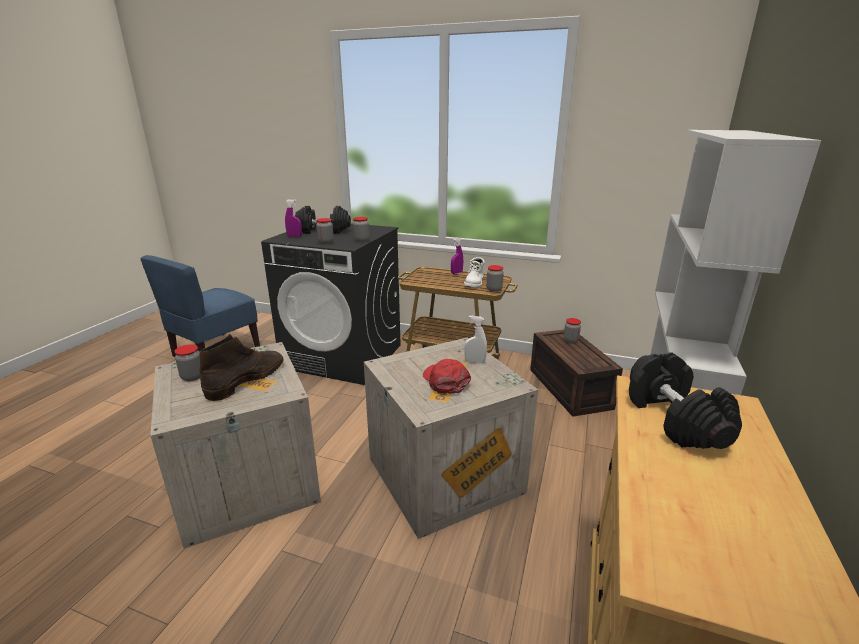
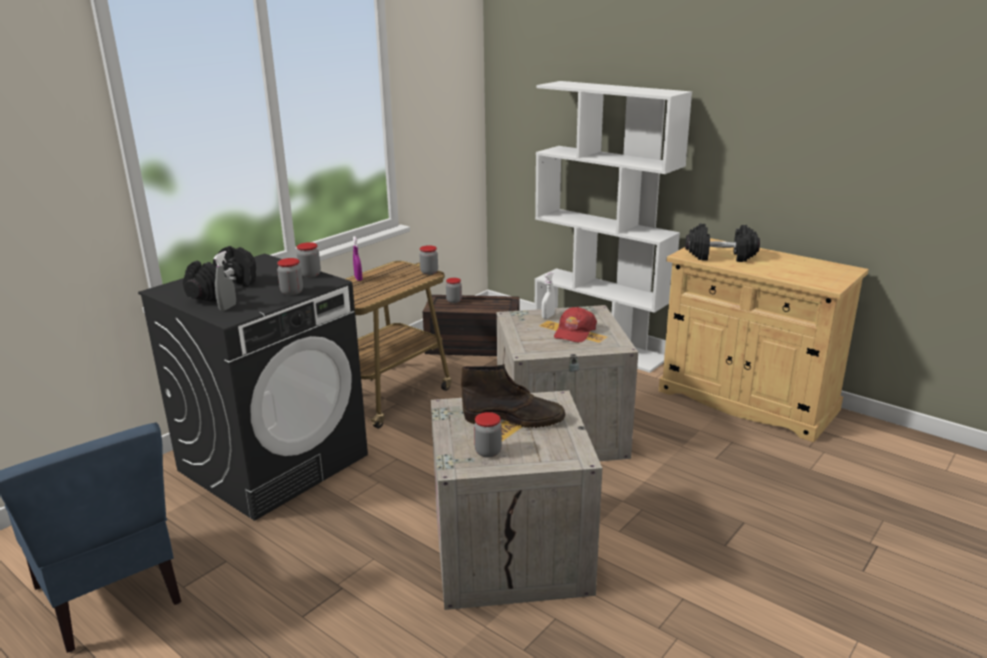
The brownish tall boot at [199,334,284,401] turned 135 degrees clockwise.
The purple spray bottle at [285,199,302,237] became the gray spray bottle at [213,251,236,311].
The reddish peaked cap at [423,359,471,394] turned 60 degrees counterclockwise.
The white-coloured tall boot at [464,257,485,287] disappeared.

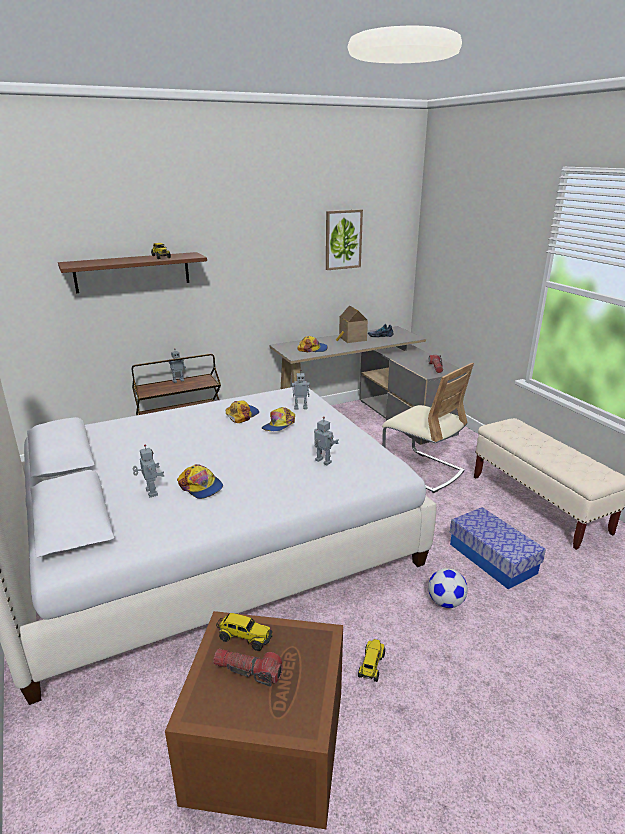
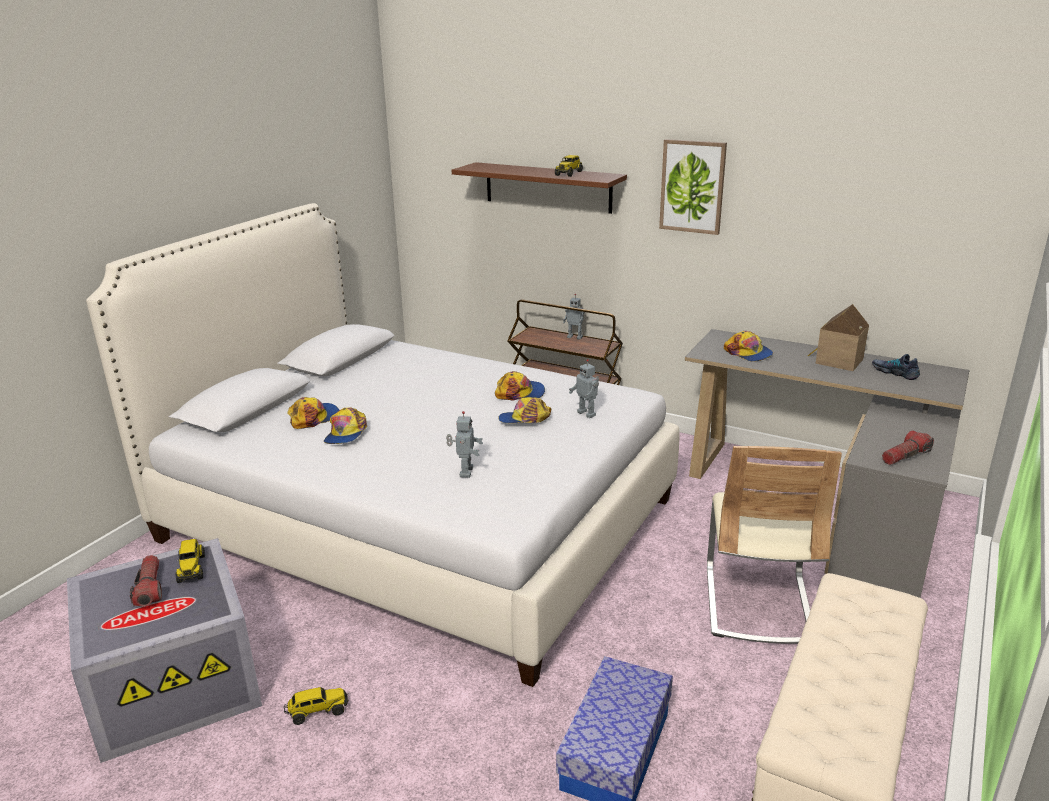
The robot figure at [133,444,164,497] was replaced by the peaked cap at [287,397,339,429].
The brownish storage box at [165,611,343,829] became the gray storage box at [67,538,262,763].
The wall picture moved from [326,209,363,270] to [659,139,727,235].
The football at [428,568,468,608] disappeared.

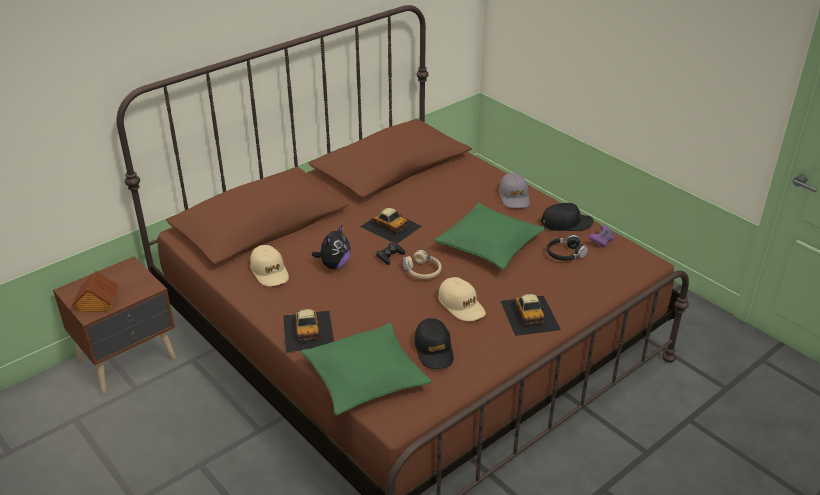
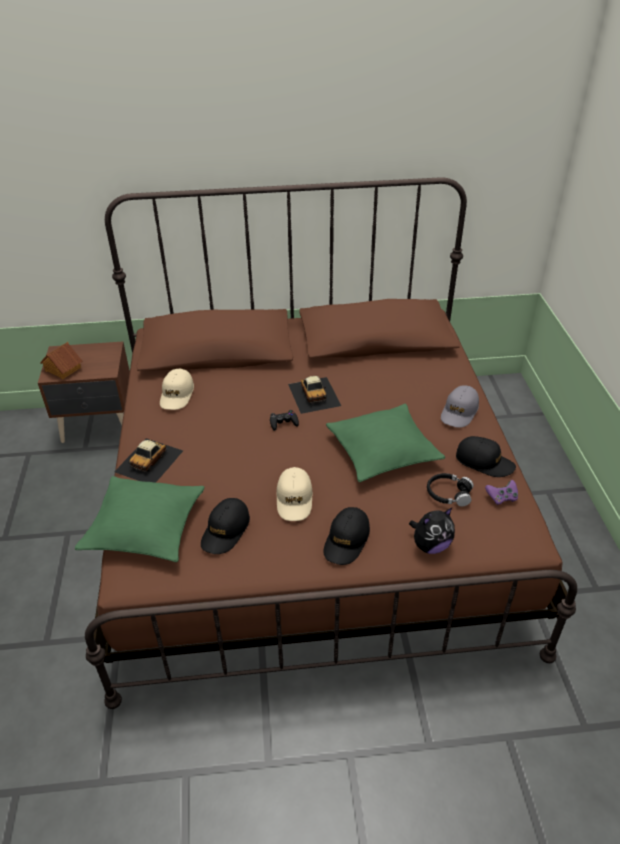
The cuddly toy moved from [312,225,351,269] to [409,508,455,554].
The beige pair of headphones at [403,250,442,279] disappeared.
The toy car at [500,294,561,336] was replaced by the black-coloured peaked cap at [324,507,370,565].

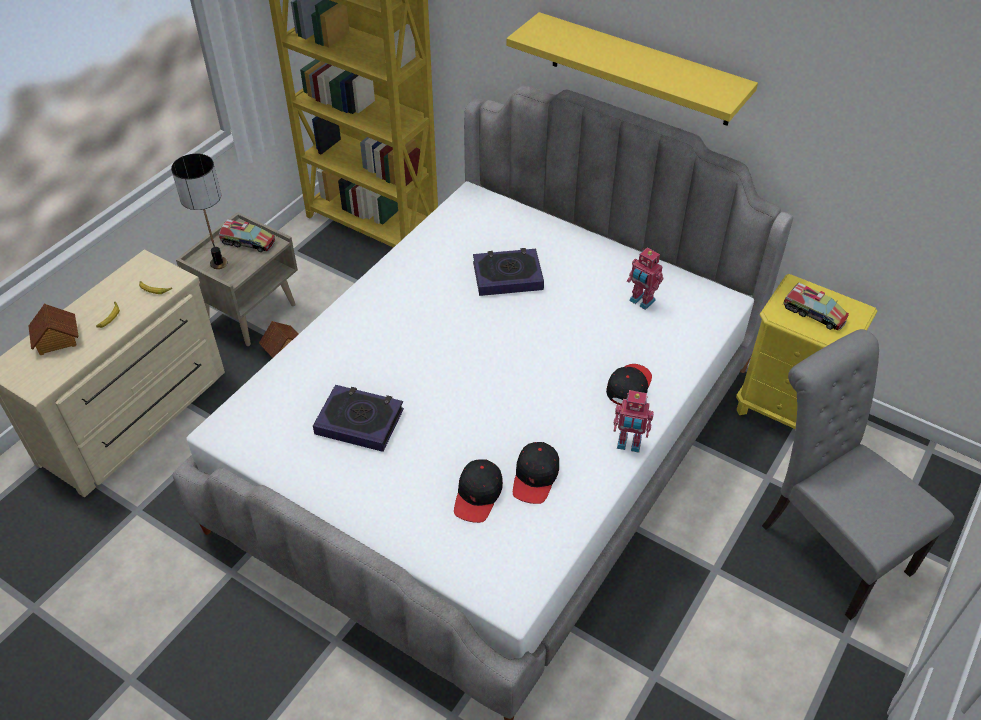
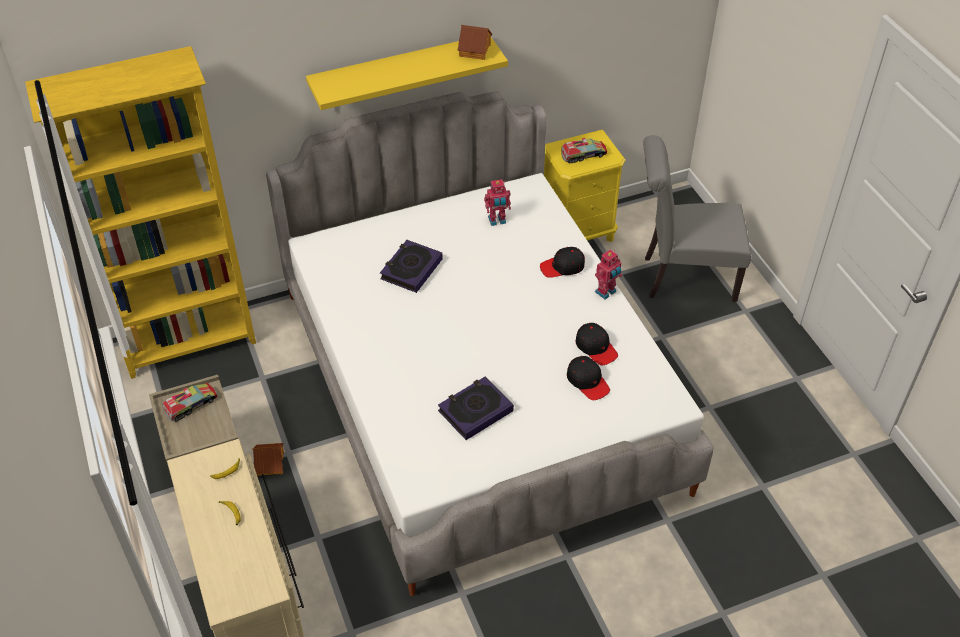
The miniature house moved from [28,303,79,355] to [458,25,492,60].
The lamp for a table at [171,154,228,269] disappeared.
The black-coloured peaked cap at [606,364,652,405] turned 75 degrees counterclockwise.

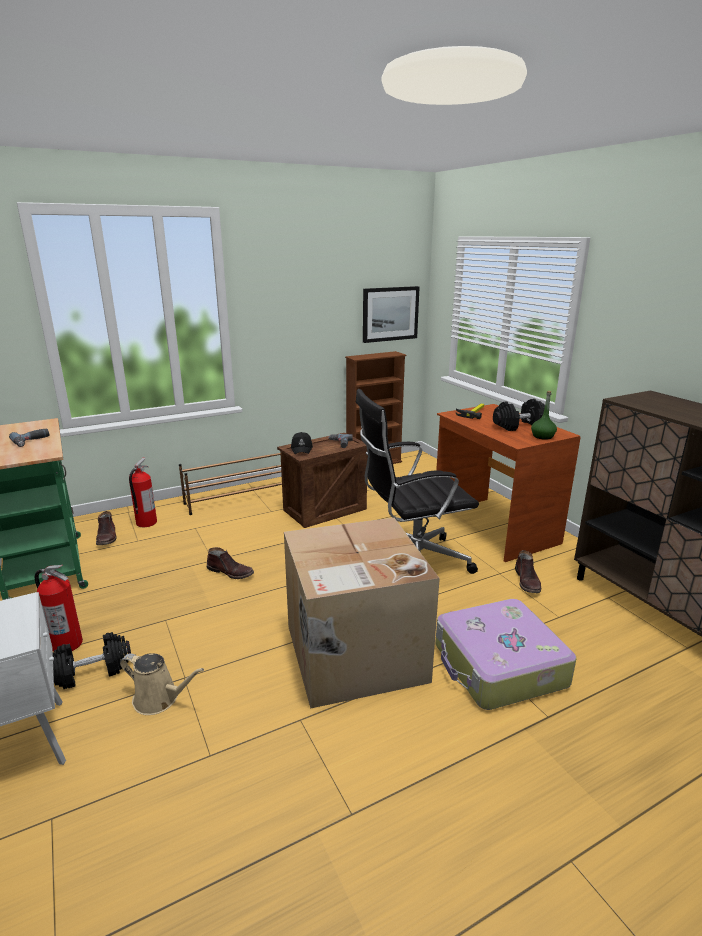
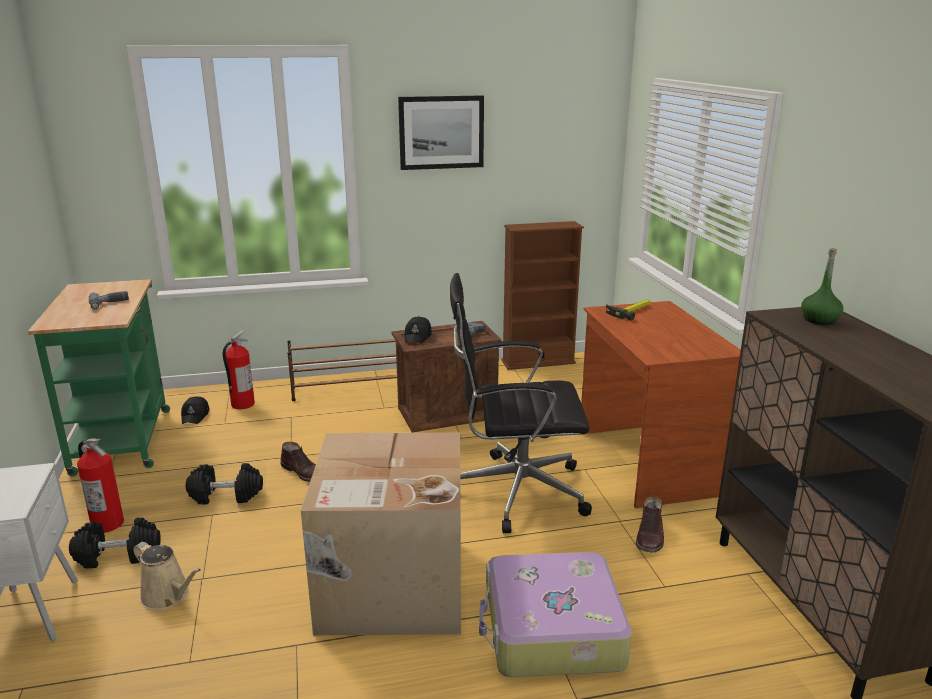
The brownish tall boot at [96,511,117,545] was replaced by the black-coloured peaked cap at [181,397,210,424].
The wall picture moved from [363,286,420,343] to [398,95,484,170].
The black-coloured free weight moved from [493,399,545,431] to [186,463,263,504].
The green drink bottle moved from [531,391,557,440] to [801,248,844,325].

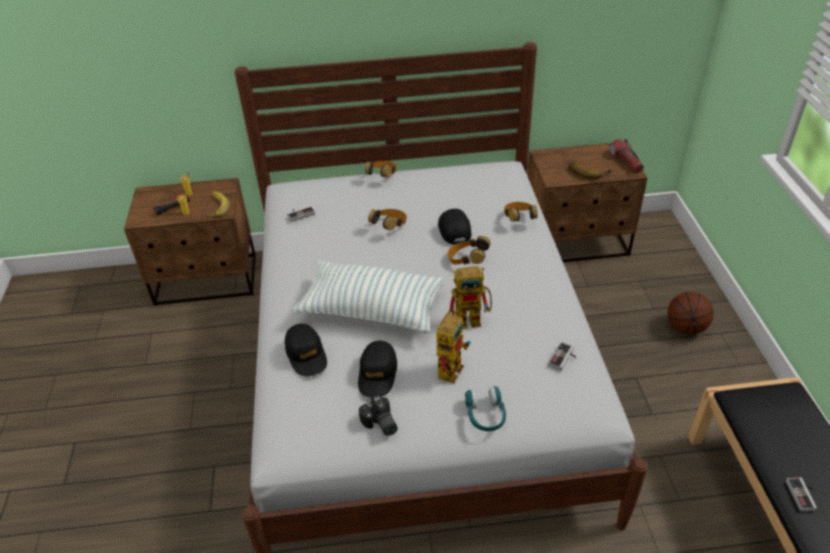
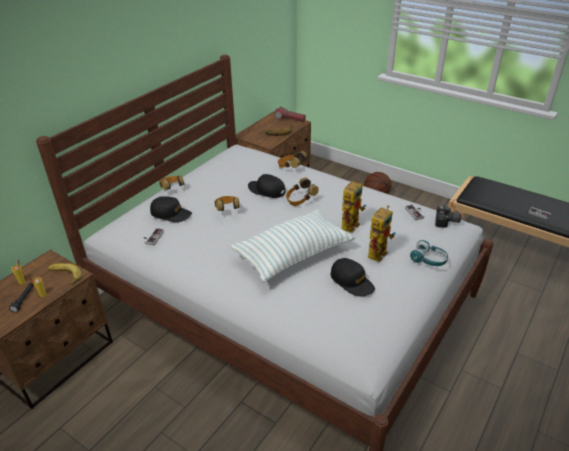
The black-coloured peaked cap moved from [285,324,327,376] to [150,196,192,222].
The photo camera moved from [359,395,398,436] to [435,206,462,228].
The robot figure at [436,309,471,384] turned 60 degrees clockwise.

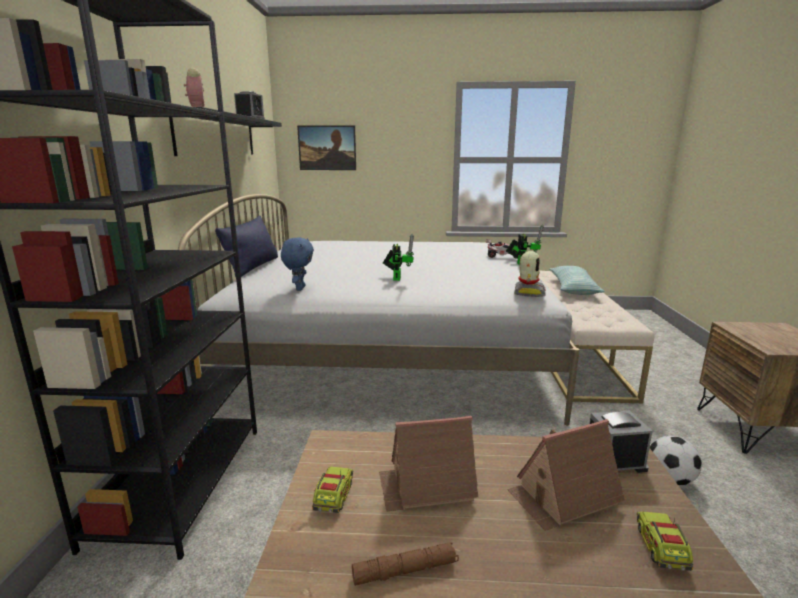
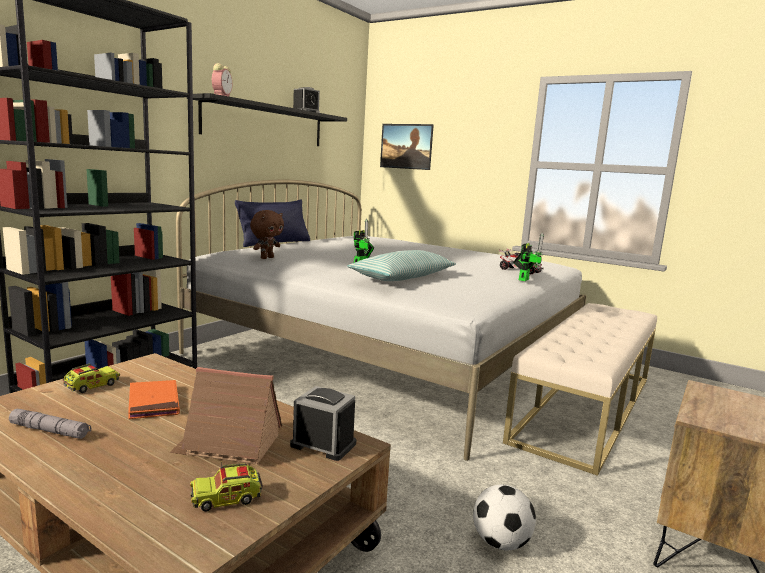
The blue cuddly toy at [281,237,314,291] became the brownish cuddly toy at [250,210,284,259].
The brownish hand torch at [352,542,459,586] became the gray hand torch at [9,409,92,439].
The miniature house at [379,416,478,511] was replaced by the orange-coloured book at [128,380,180,419].
The robot figure at [514,251,546,297] disappeared.
The throw pillow moved from [549,266,605,295] to [347,250,456,281].
The model truck at [637,512,693,571] turned 150 degrees counterclockwise.

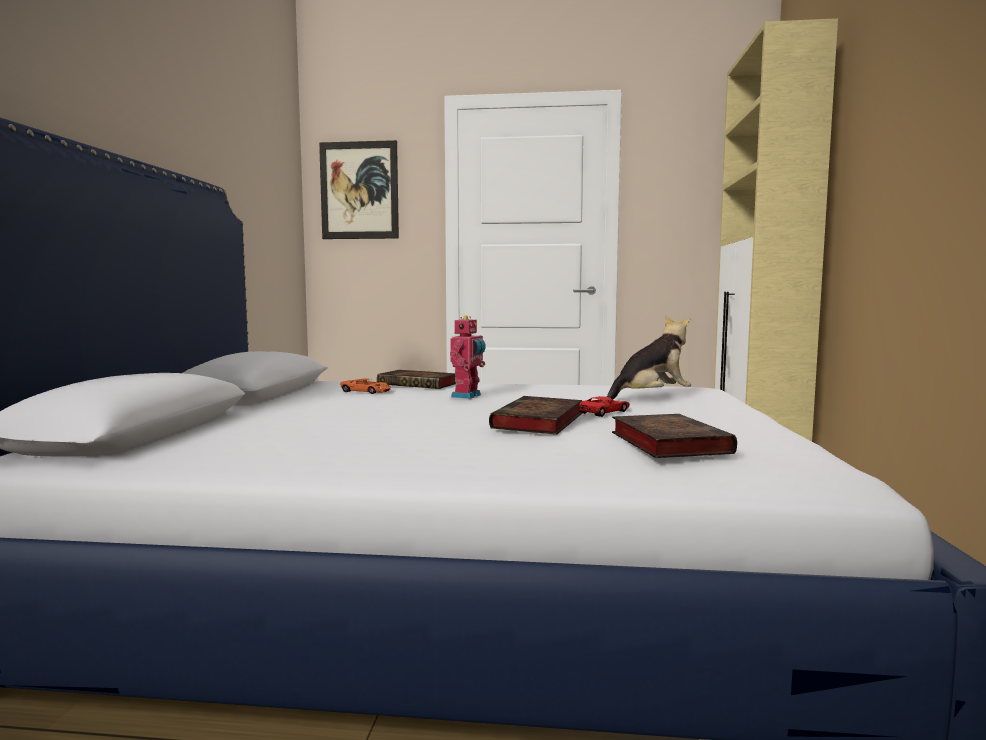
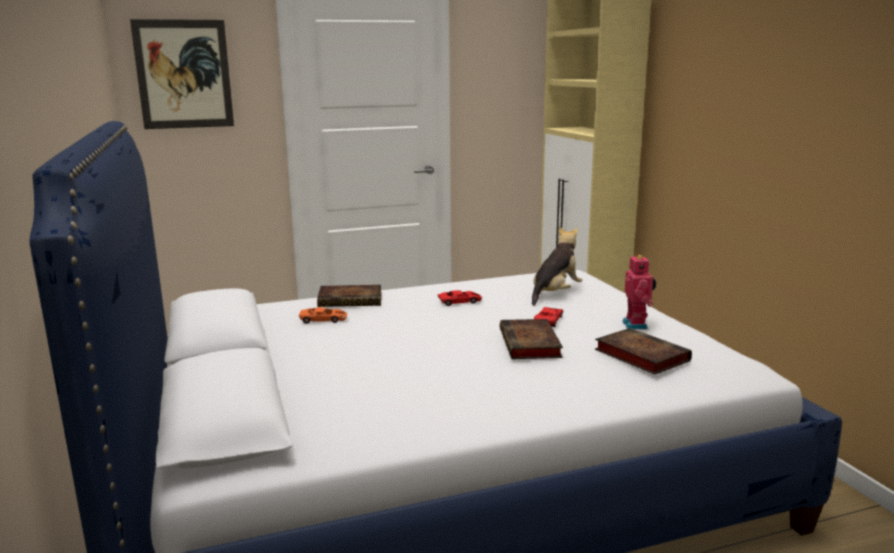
The robot figure moved from [450,315,485,399] to [622,254,656,329].
The reddish toy car at [437,290,482,306] appeared.

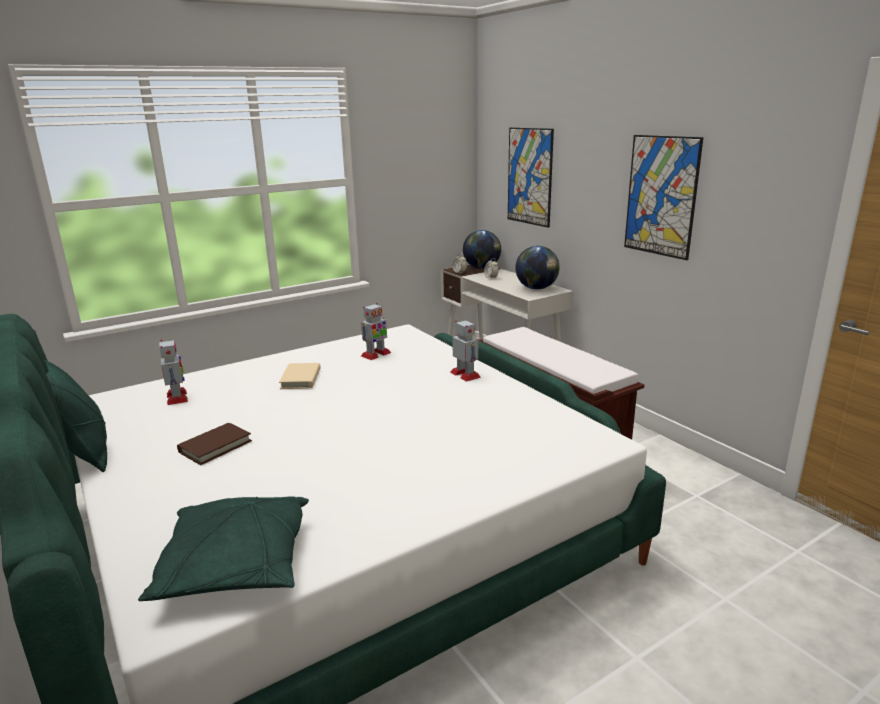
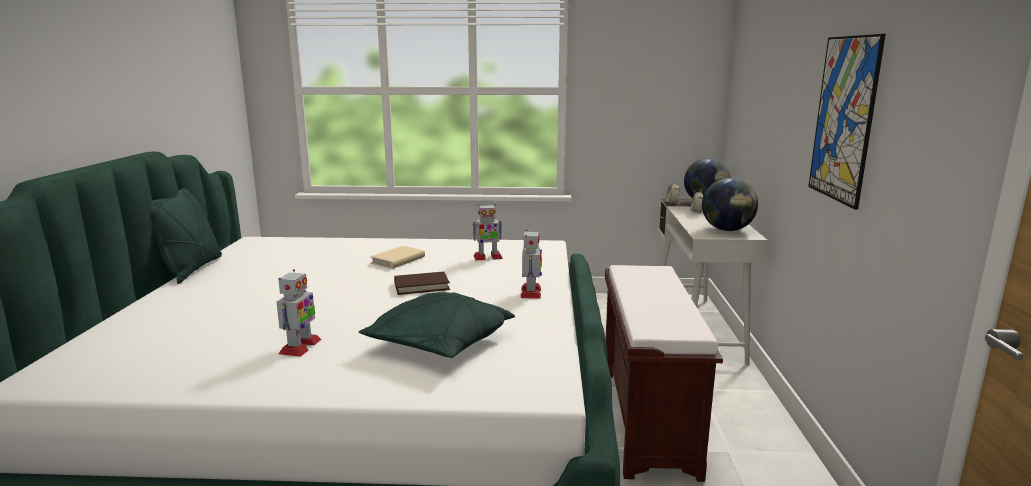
The green throw pillow moved from [138,496,309,601] to [359,292,515,358].
The robot figure moved from [159,340,188,405] to [277,269,321,357].
The brownish book moved from [177,423,252,465] to [394,272,450,295].
The wall picture at [508,128,554,228] disappeared.

